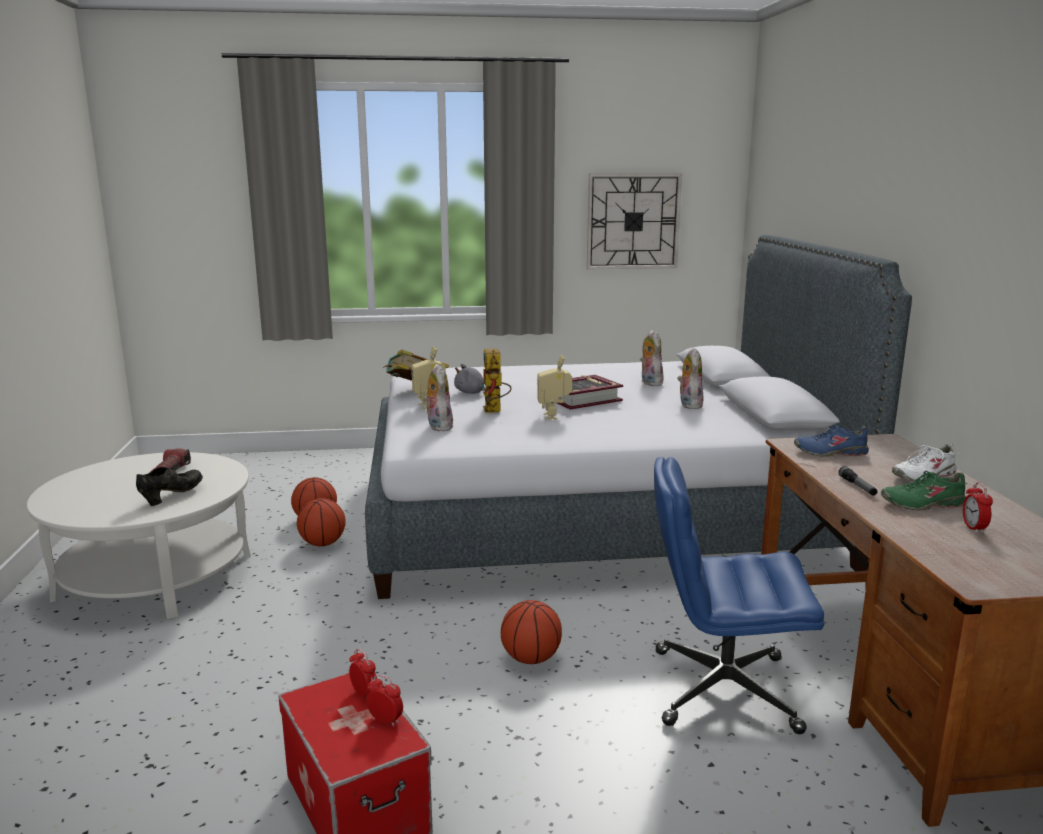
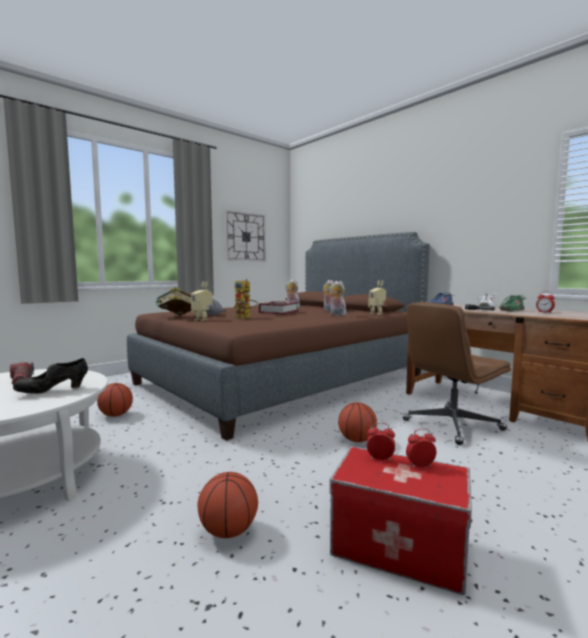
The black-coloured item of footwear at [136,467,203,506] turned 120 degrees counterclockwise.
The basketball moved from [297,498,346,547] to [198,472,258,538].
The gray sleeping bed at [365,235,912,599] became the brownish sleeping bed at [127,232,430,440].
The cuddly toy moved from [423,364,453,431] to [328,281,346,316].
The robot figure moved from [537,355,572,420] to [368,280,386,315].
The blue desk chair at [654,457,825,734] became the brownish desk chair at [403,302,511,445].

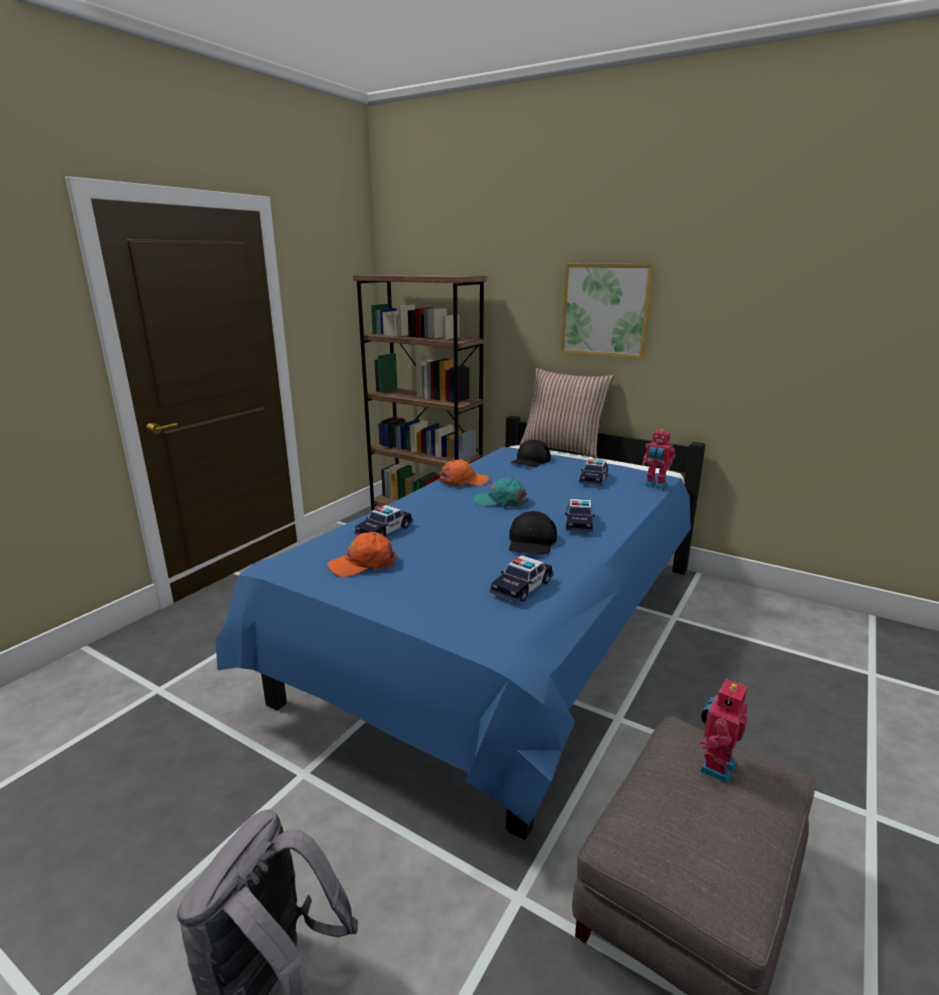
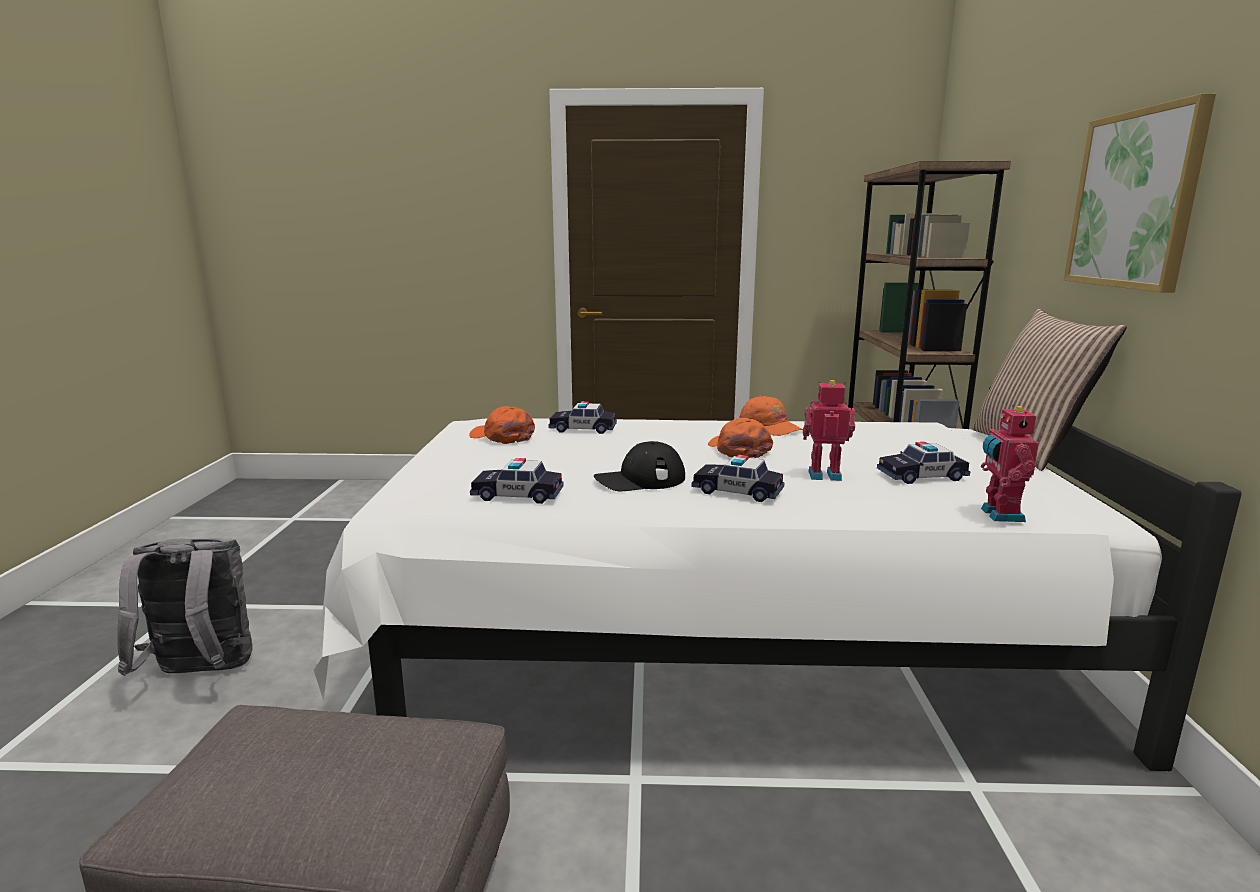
The blue sleeping bed at [216,416,705,840] became the white-coloured sleeping bed at [314,386,1242,771].
The turquoise peaked cap at [474,478,528,507] became the orange-coloured peaked cap at [708,418,773,458].
The black-coloured peaked cap at [511,440,551,467] disappeared.
The toy car at [565,499,595,533] turned 45 degrees clockwise.
The robot figure moved from [700,679,748,784] to [803,380,855,481].

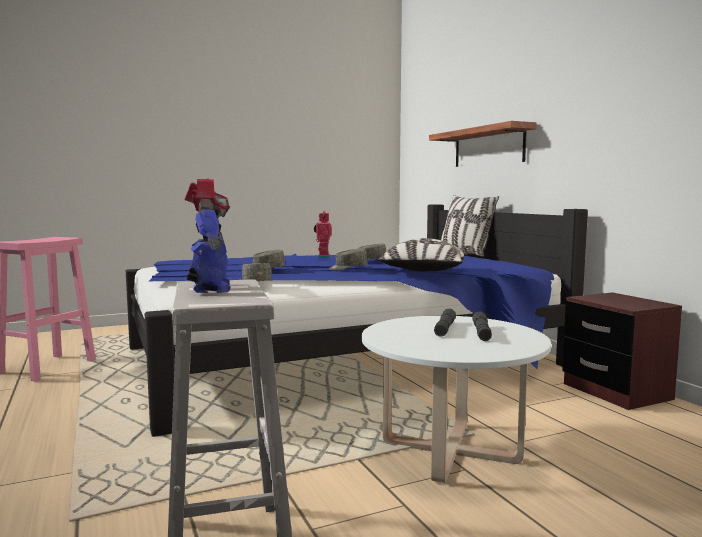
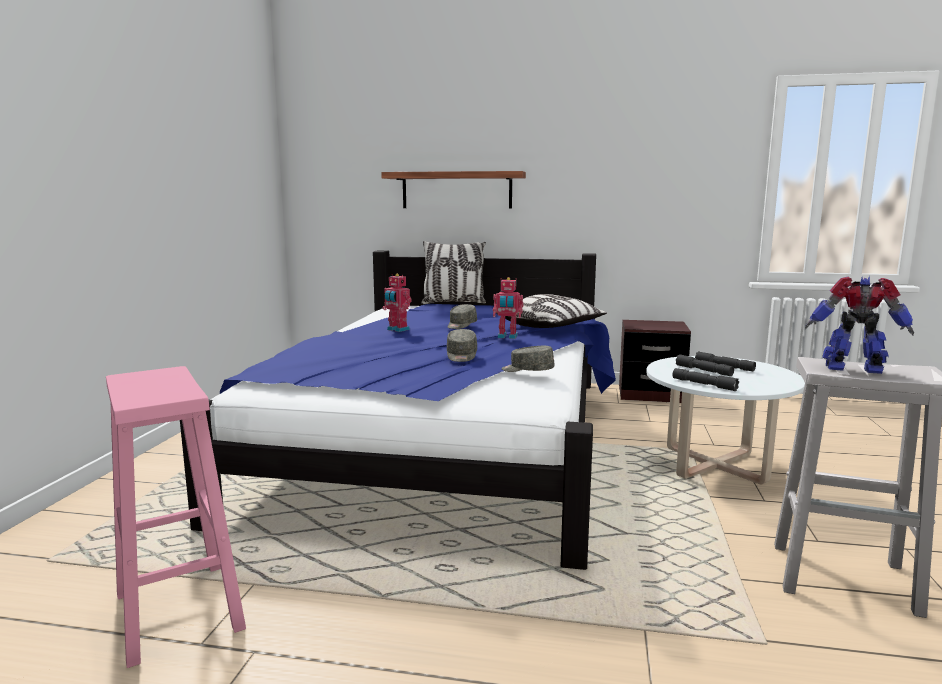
The gray peaked cap at [329,249,368,270] was replaced by the robot figure at [493,277,523,339].
The gray hand torch at [673,368,739,391] appeared.

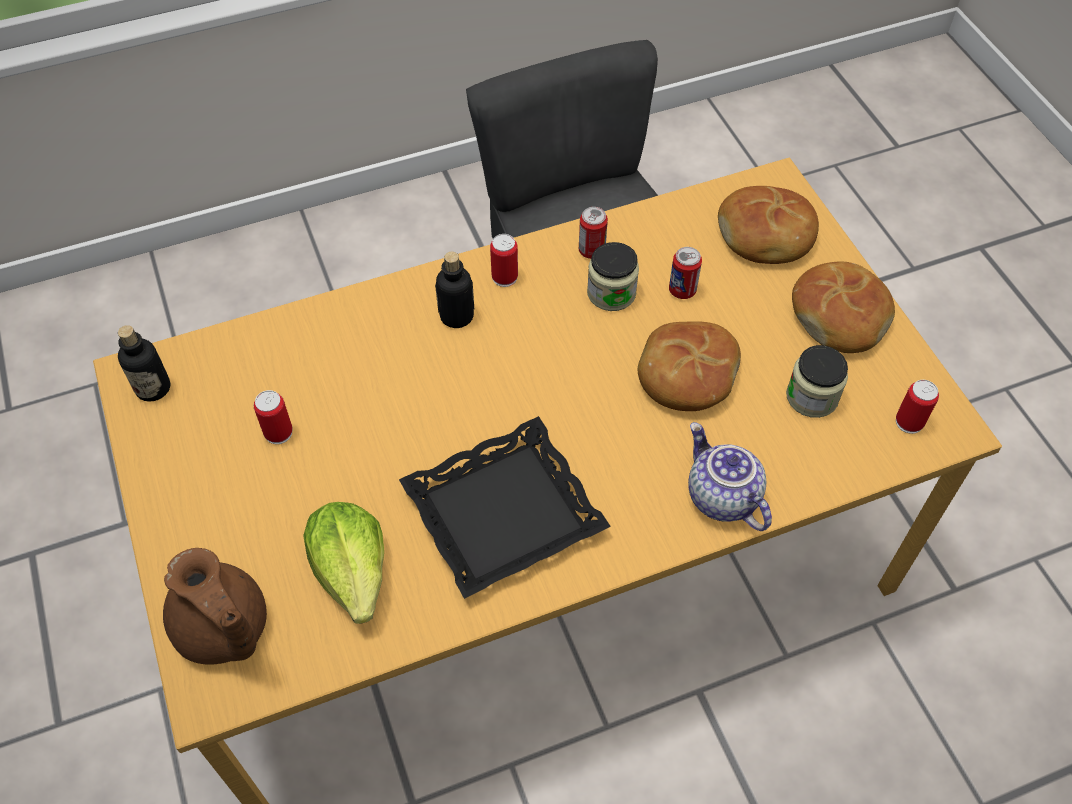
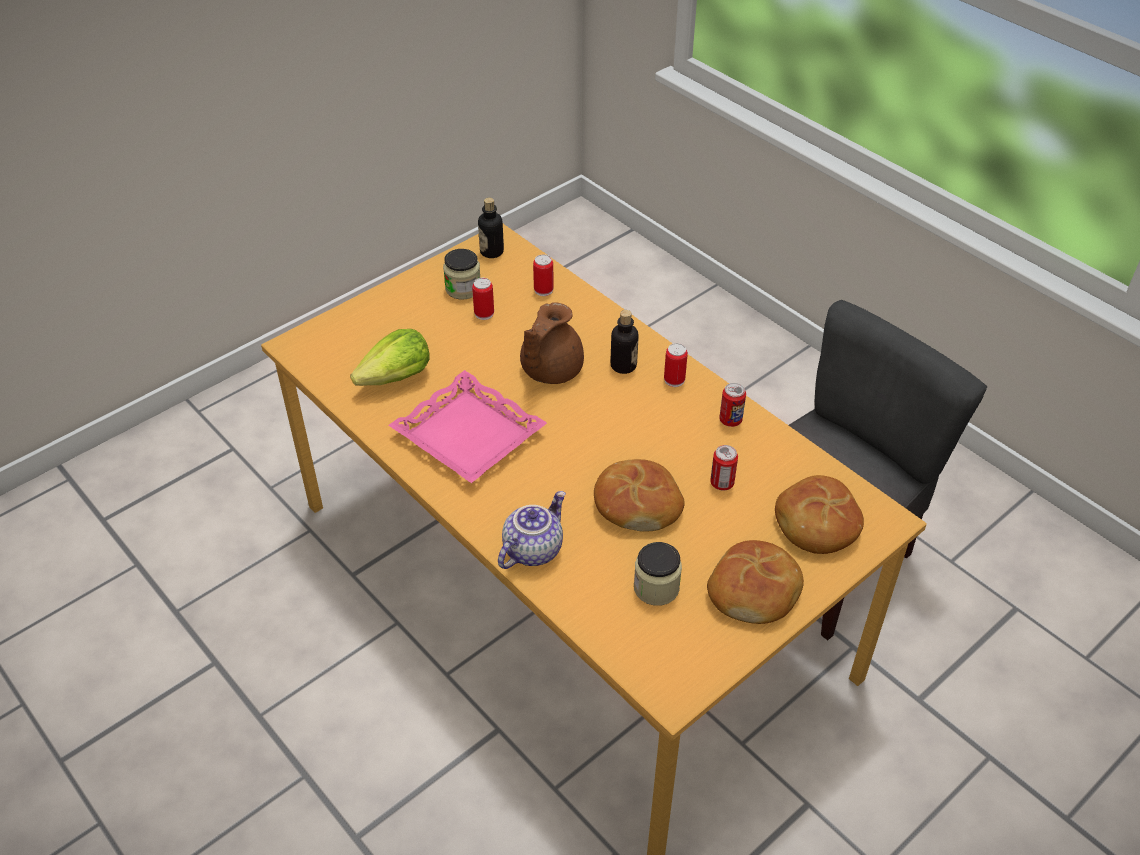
The brownish pot for tea moved from [163,548,267,665] to [520,302,584,384].
The black-coloured serving tray at [399,416,611,599] became the pink serving tray at [389,370,547,483].
The storage jar moved from [587,242,639,311] to [443,249,480,300].
The metal can moved from [896,380,939,434] to [533,254,554,296].

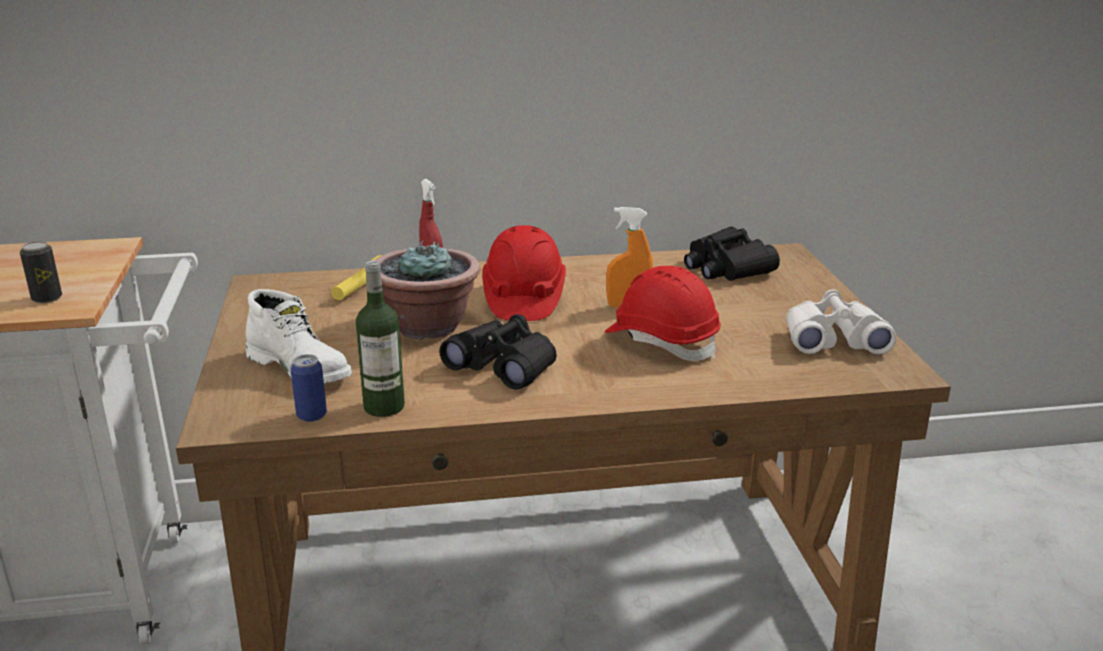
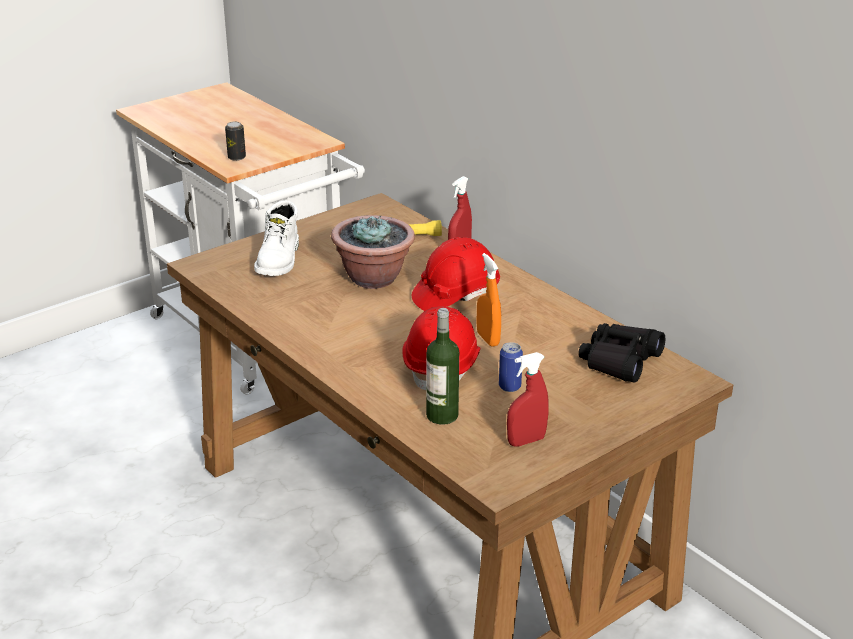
The metal can moved from [290,354,327,422] to [499,342,523,392].
The drink bottle moved from [356,260,405,417] to [426,308,459,425].
The black-coloured binoculars at [439,314,557,390] disappeared.
The white-coloured binoculars at [786,289,896,354] was replaced by the reddish spray bottle at [507,352,549,447].

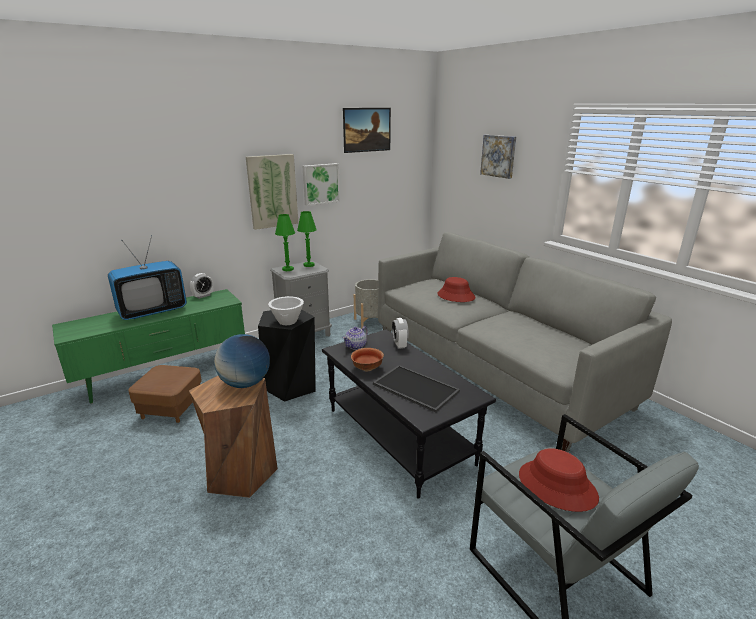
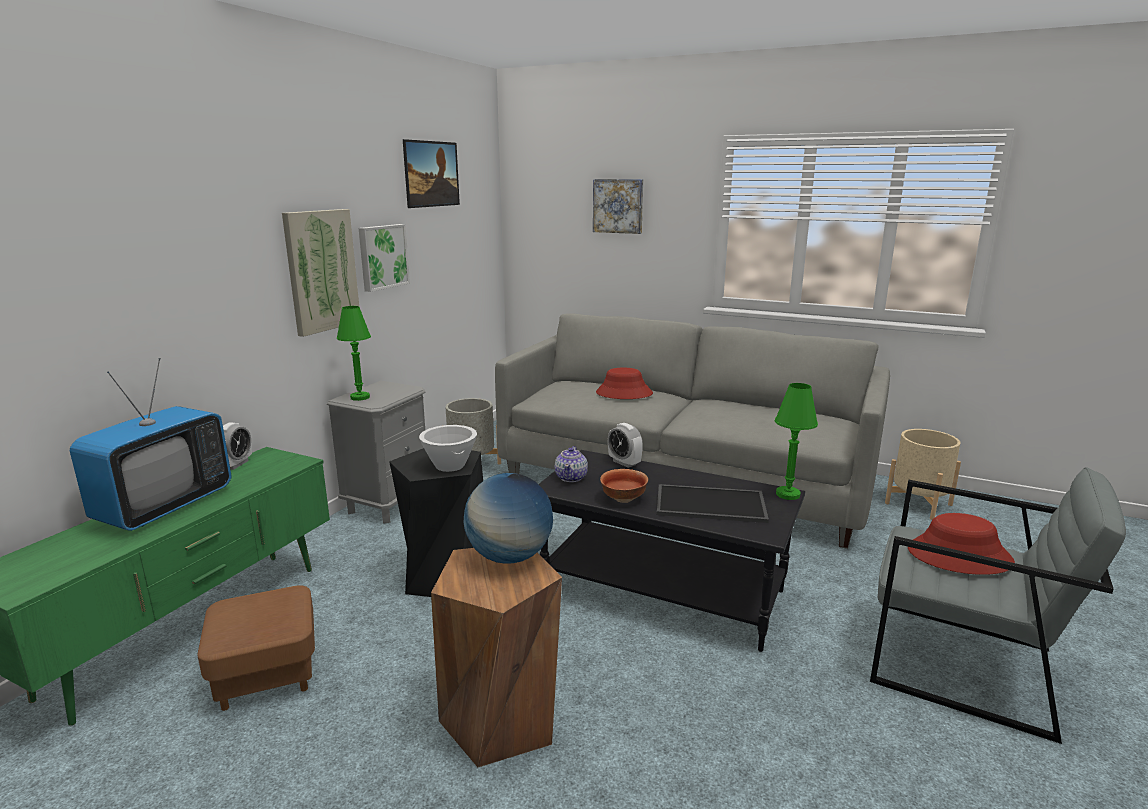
The green lamp for a table moved from [297,211,317,267] to [775,383,818,500].
The beige flower pot at [885,429,961,520] appeared.

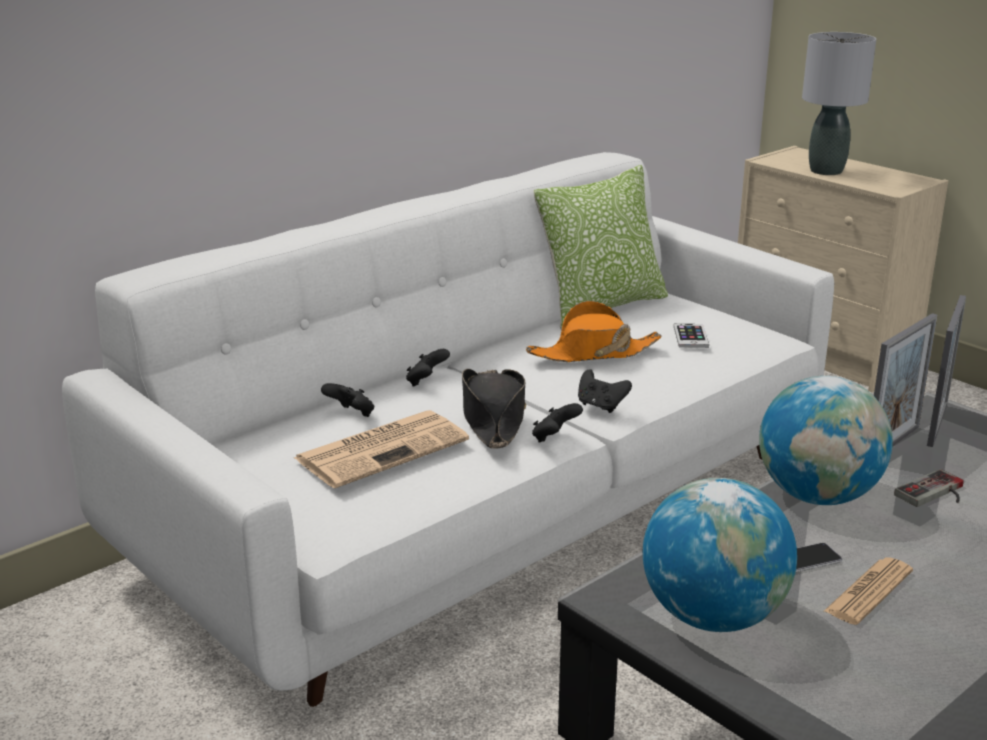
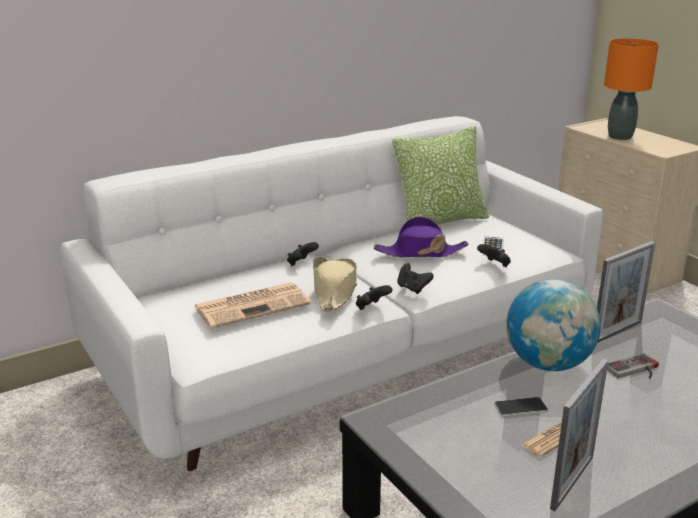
The black-coloured joypad moved from [321,383,374,417] to [477,244,511,267].
The black-coloured hat at [462,369,526,449] became the beige hat at [313,256,357,312].
The orange-coloured hat at [526,301,662,362] became the purple hat at [374,217,468,257].
The globe at [643,478,797,632] disappeared.
The gray lamp for a table at [802,32,876,175] became the orange-coloured lamp for a table at [604,38,659,140].
The standing frame moved from [927,295,966,447] to [550,358,608,511].

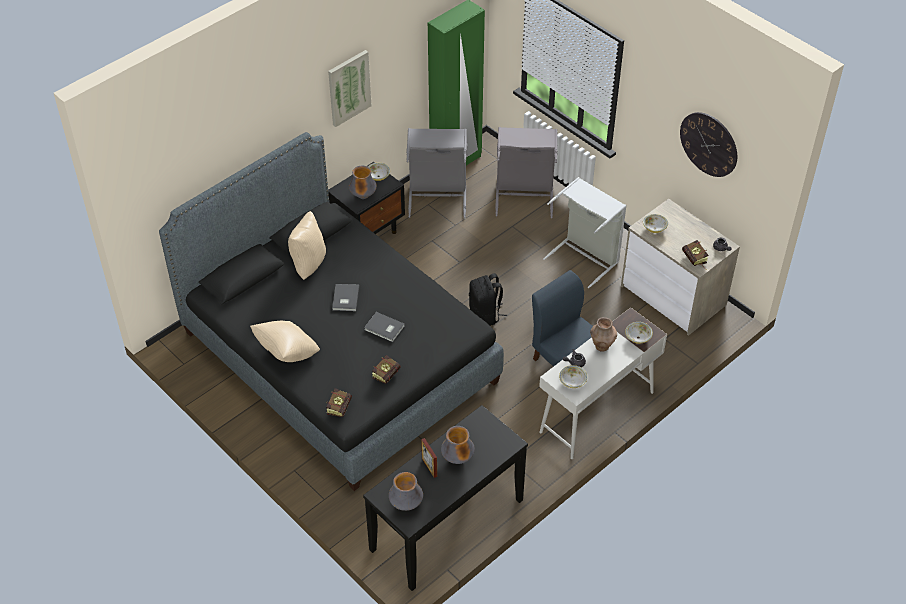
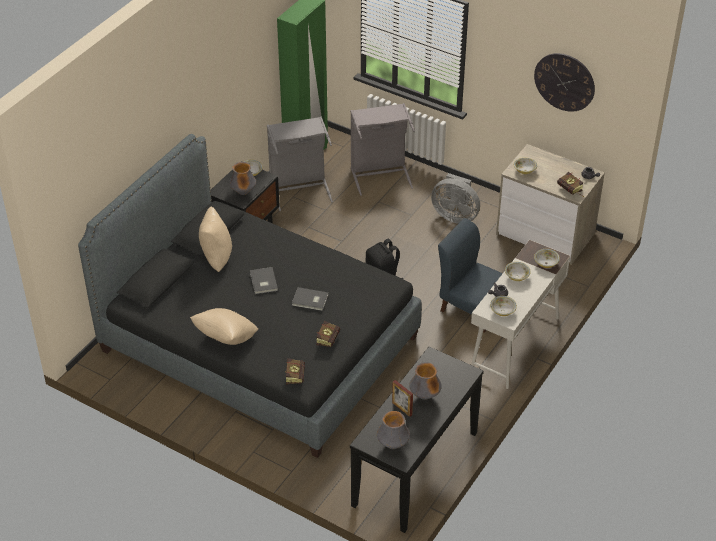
The wall picture at [328,50,372,127] disappeared.
The gray washing basket at [543,177,627,288] was replaced by the gray fan at [431,173,480,224].
The brownish flower vase at [590,317,617,352] was replaced by the bowl at [505,262,531,281].

